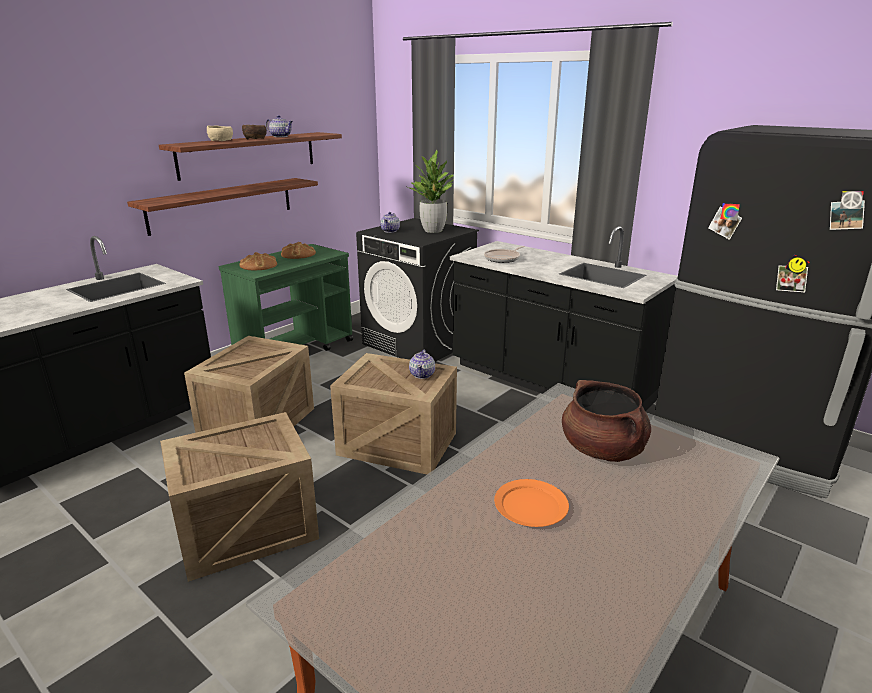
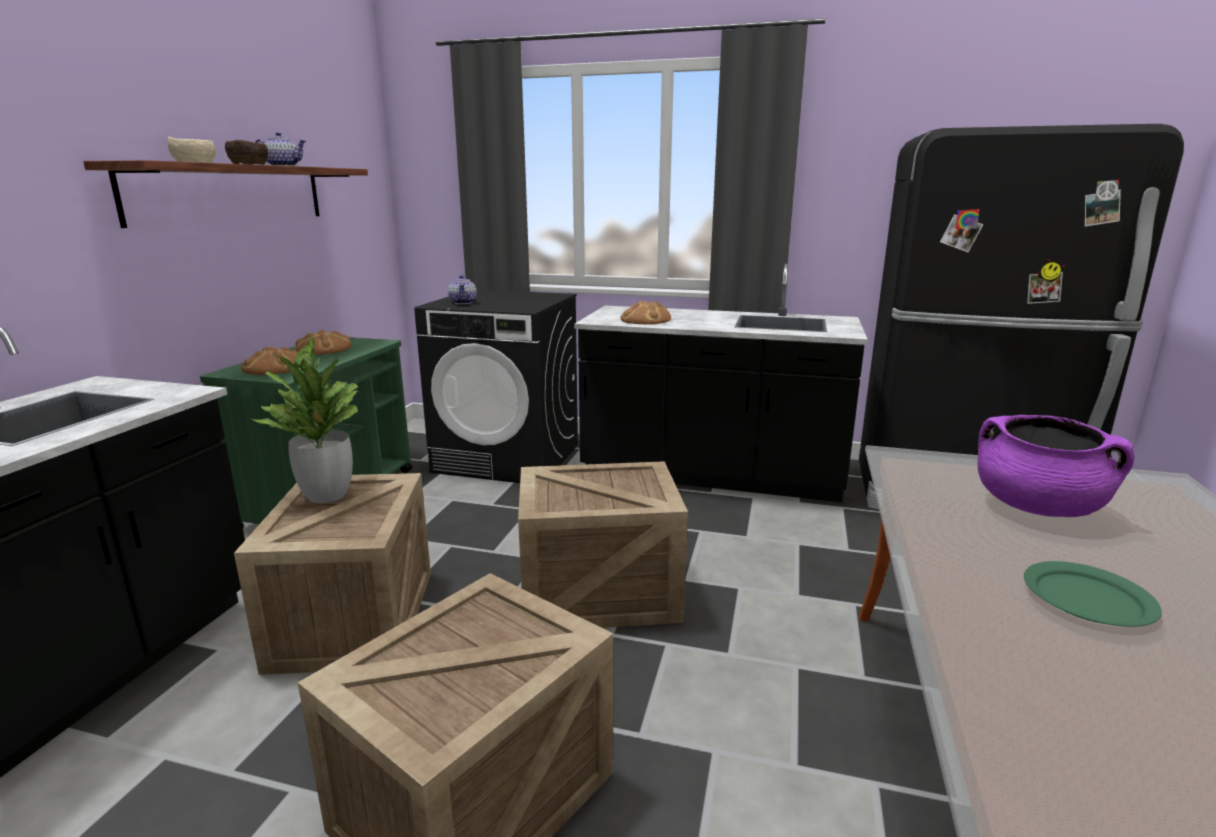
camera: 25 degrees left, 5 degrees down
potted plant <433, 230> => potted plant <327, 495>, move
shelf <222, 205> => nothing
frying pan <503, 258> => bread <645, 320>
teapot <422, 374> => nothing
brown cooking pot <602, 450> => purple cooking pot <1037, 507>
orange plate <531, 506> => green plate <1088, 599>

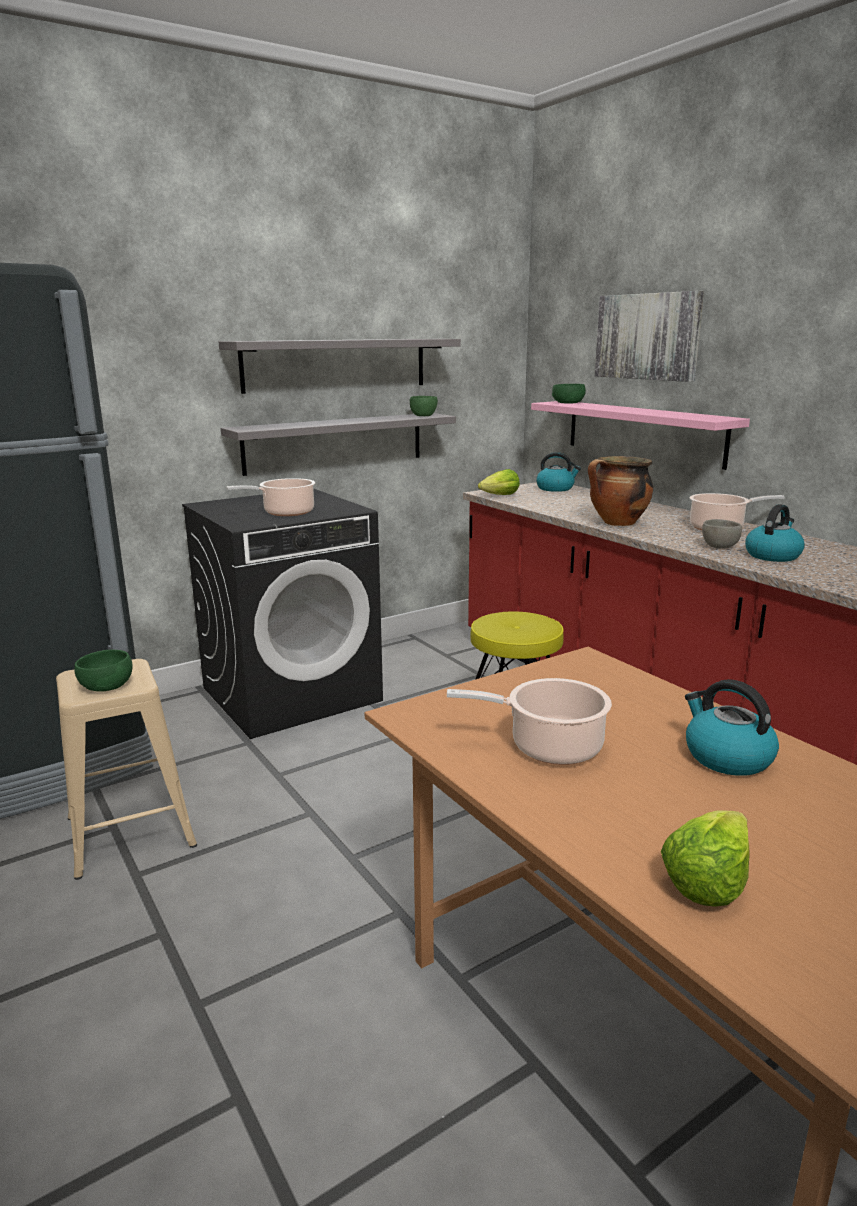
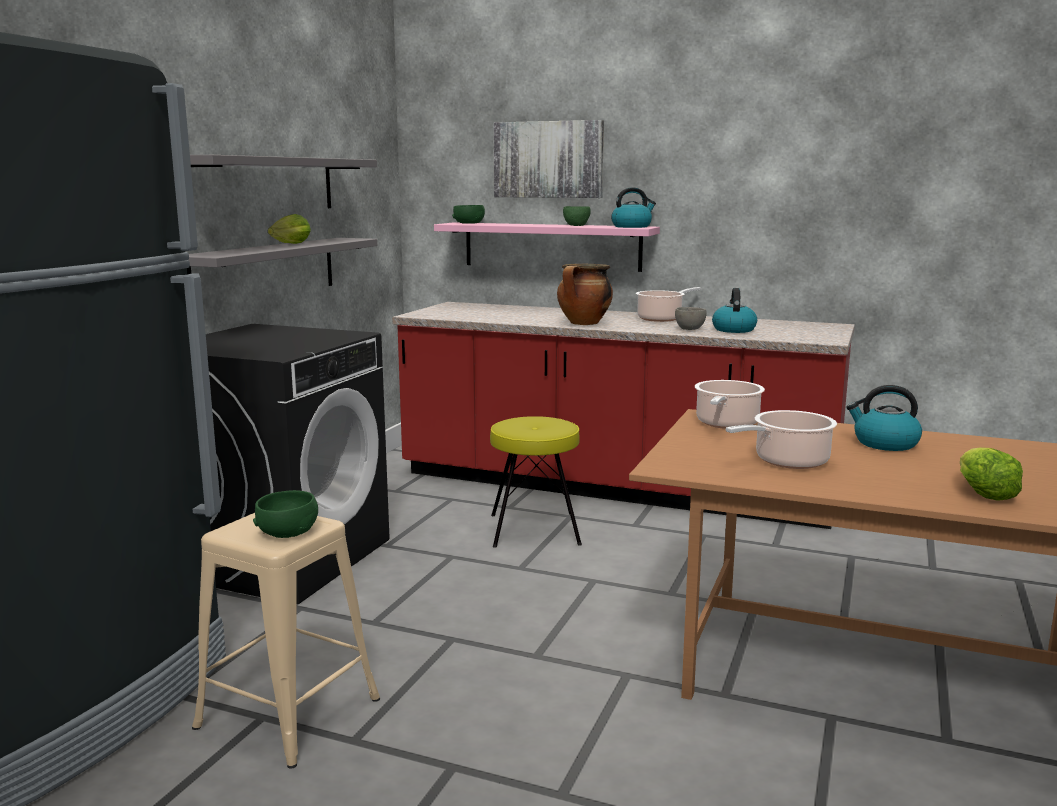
camera: 35 degrees left, 5 degrees down
green bowl <422, 415> => green bowl <575, 225>, move
kettle <555, 488> => kettle <632, 226>, move
lettuce <500, 496> => lettuce <291, 244>, move
cooking pot <285, 513> => cooking pot <726, 424>, move

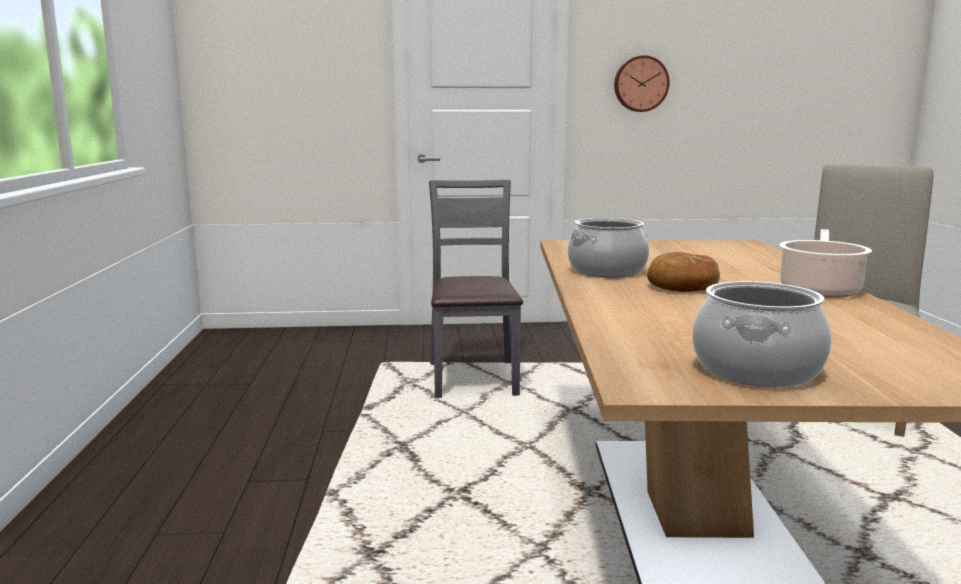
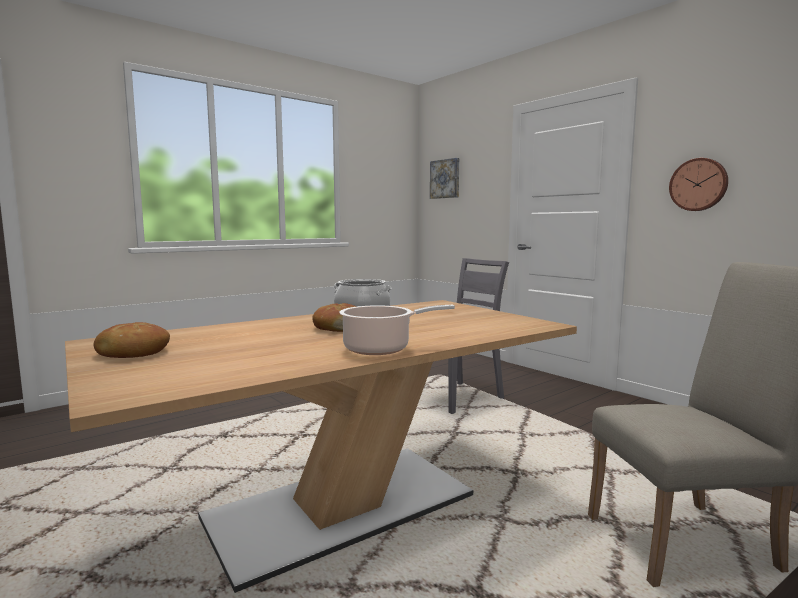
camera: 55 degrees right, 5 degrees down
cooking pot <757, 370> => bread <133, 352>
nothing => picture <445, 179>

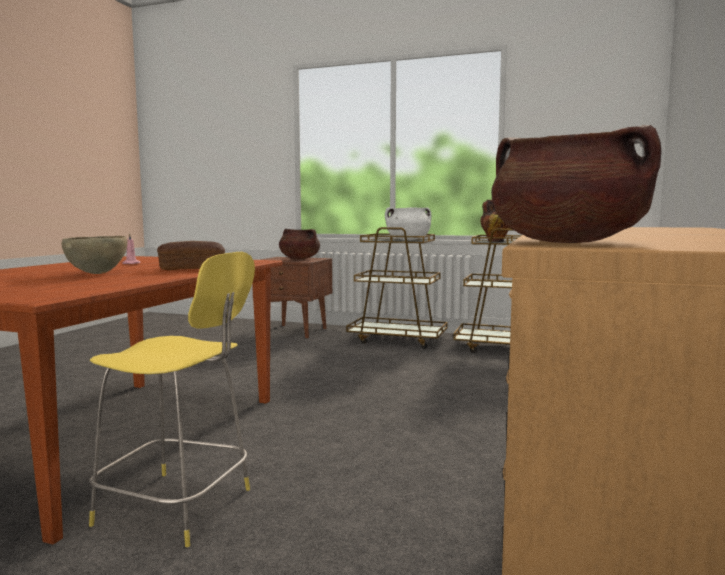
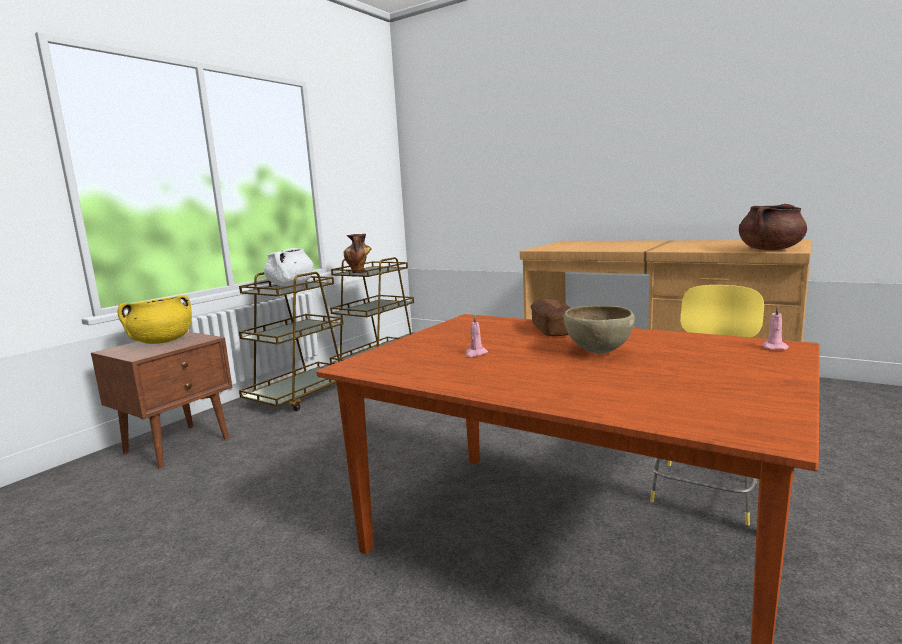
camera: 75 degrees left, 5 degrees up
brown cooking pot <299, 259> => yellow cooking pot <161, 342>
nothing => pink candle <773, 347>

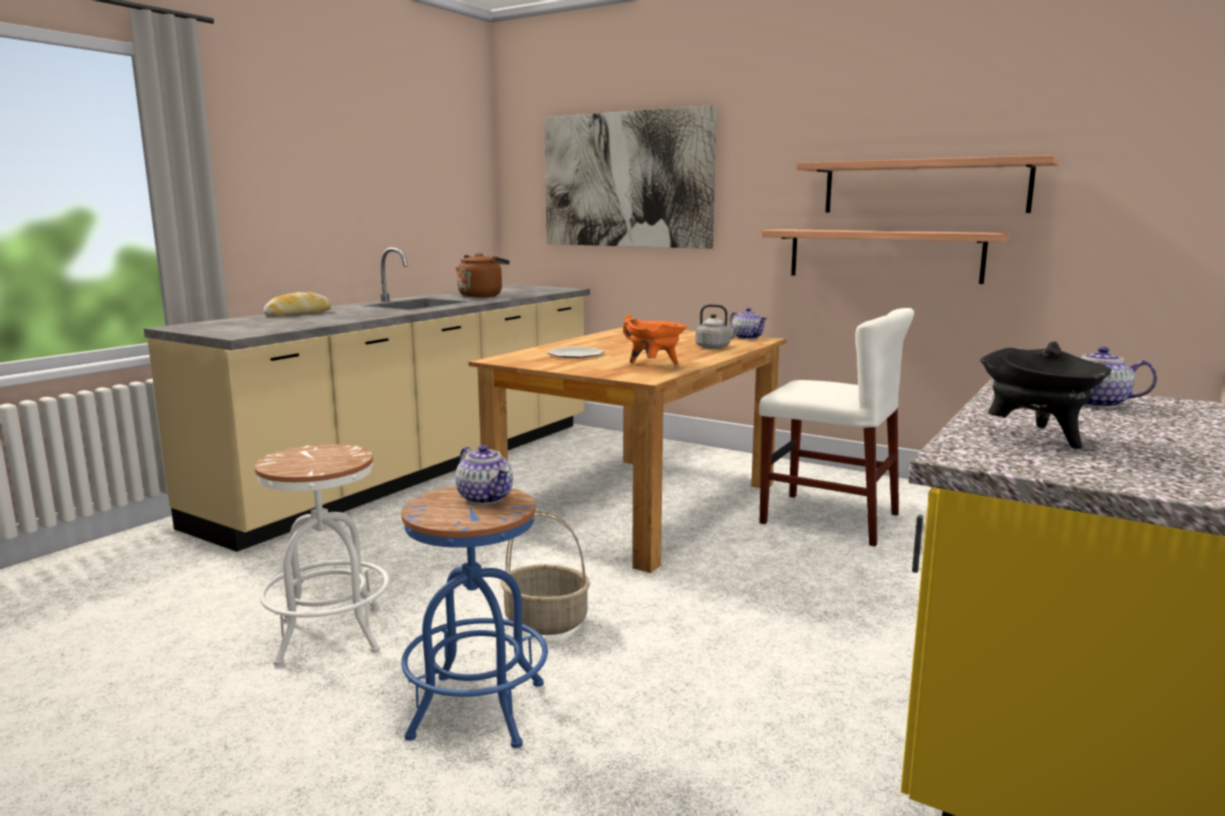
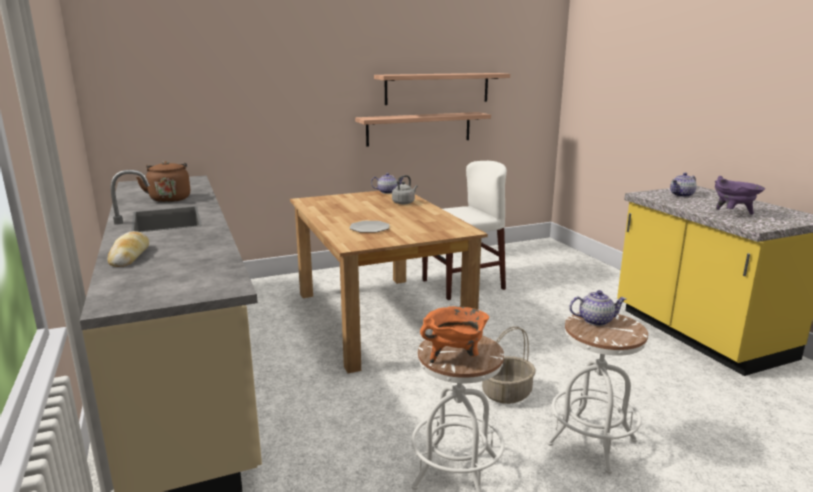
camera: 55 degrees left, 5 degrees up
picture <626, 180> => nothing
orange cooking pot <654, 365> => orange cooking pot <455, 357>, move
black cooking pot <1037, 438> => purple cooking pot <733, 213>
blue stool <478, 710> => white stool <591, 442>

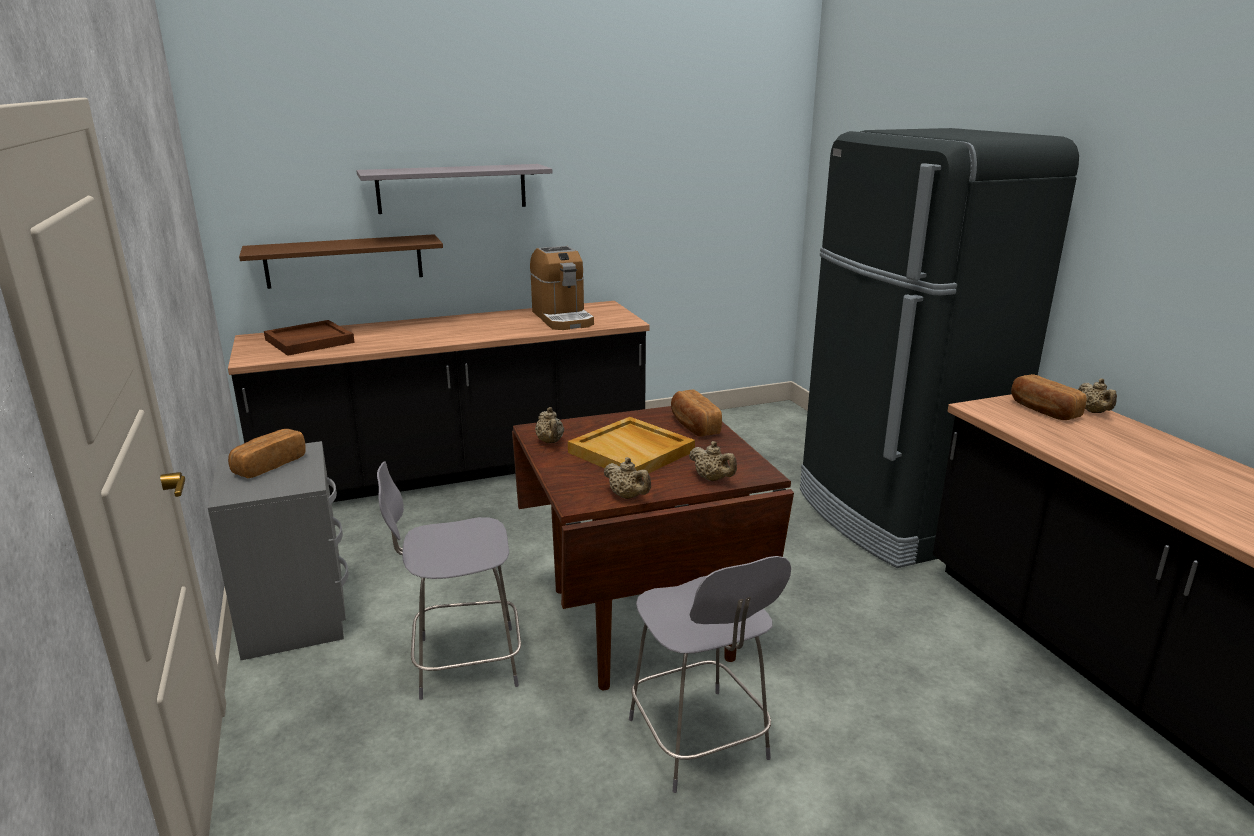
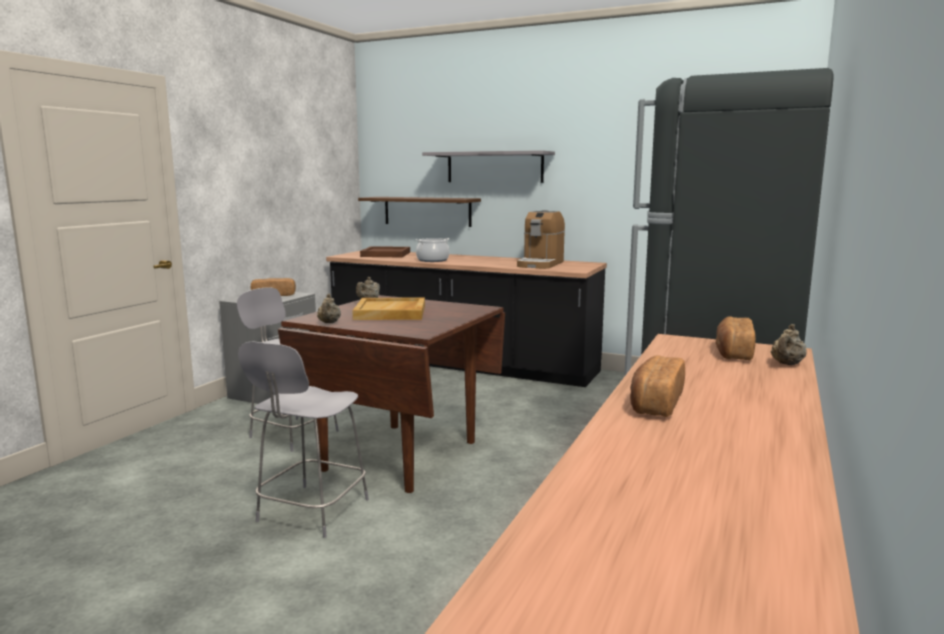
camera: 45 degrees right, 10 degrees down
bread <693, 426> => bread <655, 403>, move
beige teapot <712, 479> => nothing
nothing => cooking pot <432, 260>

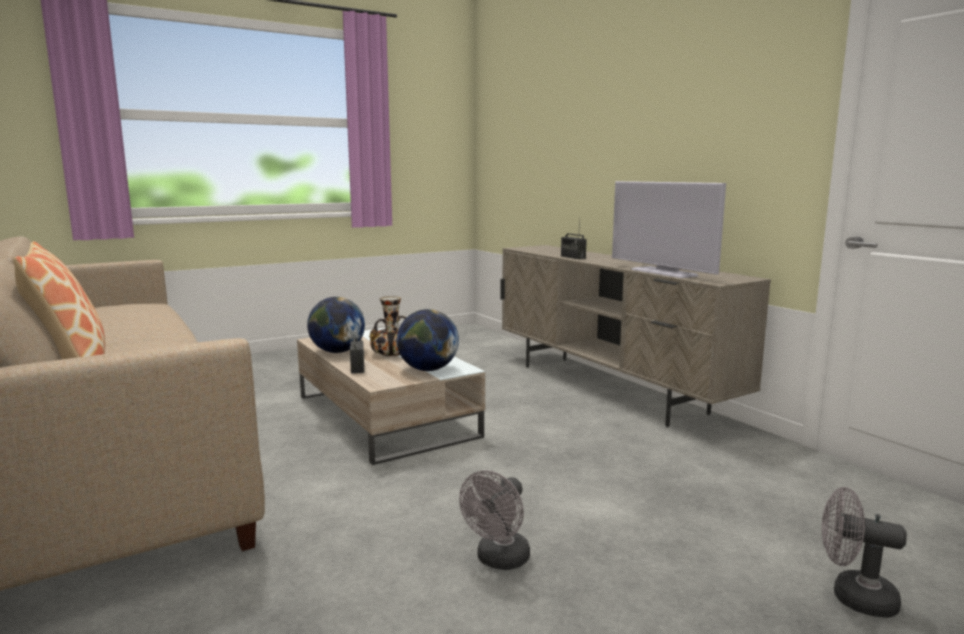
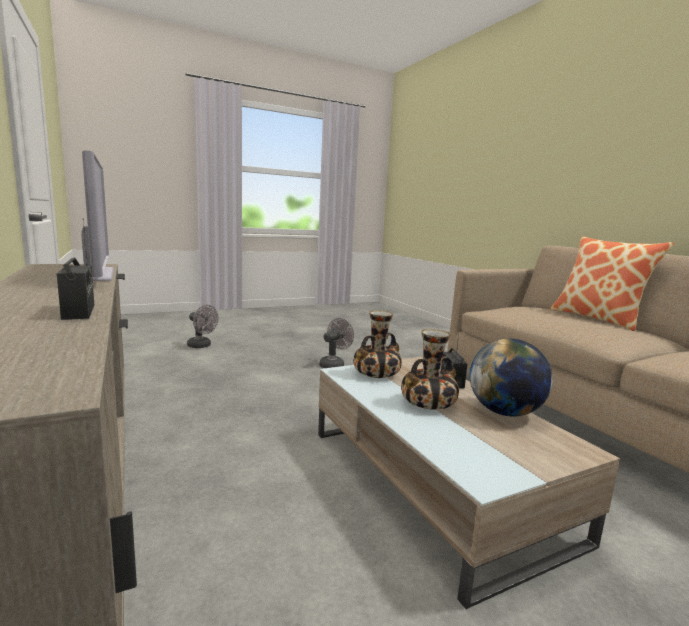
camera: 175 degrees left, 0 degrees up
globe <428, 369> => vase <377, 373>

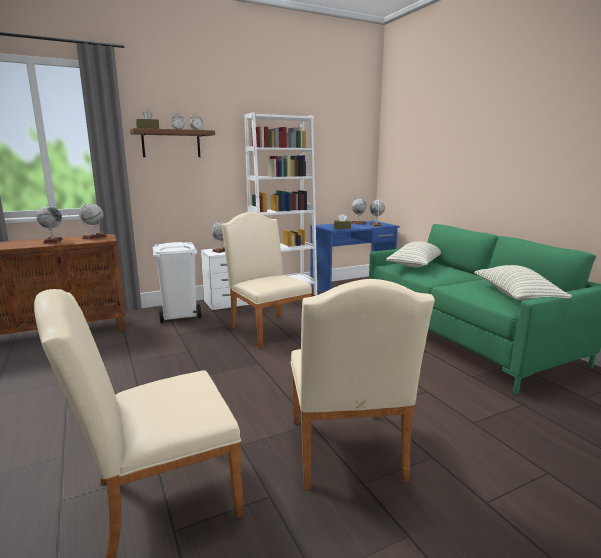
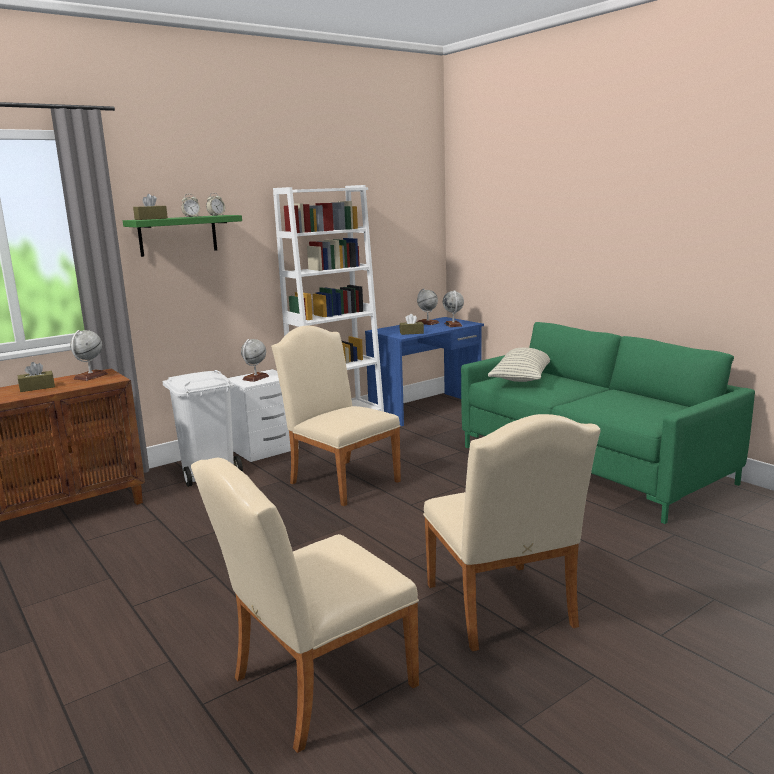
camera: 10 degrees left, 0 degrees up
brown shelf <171, 144> => green shelf <178, 235>
globe <53, 241> => brown tissue box <37, 387>
pillow <516, 296> => nothing

